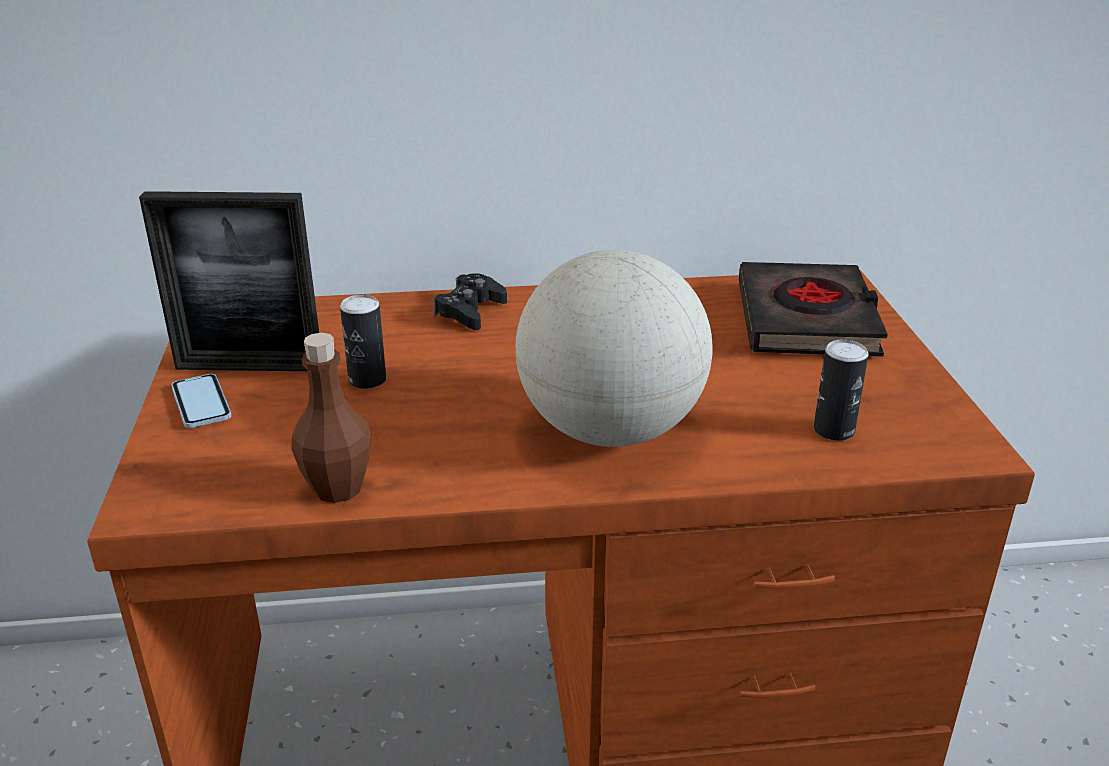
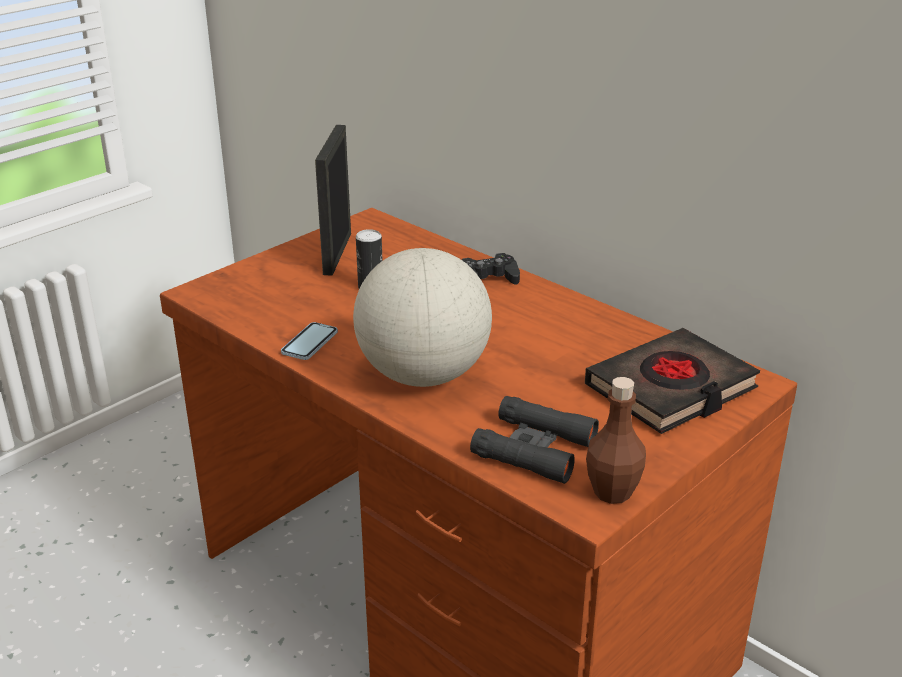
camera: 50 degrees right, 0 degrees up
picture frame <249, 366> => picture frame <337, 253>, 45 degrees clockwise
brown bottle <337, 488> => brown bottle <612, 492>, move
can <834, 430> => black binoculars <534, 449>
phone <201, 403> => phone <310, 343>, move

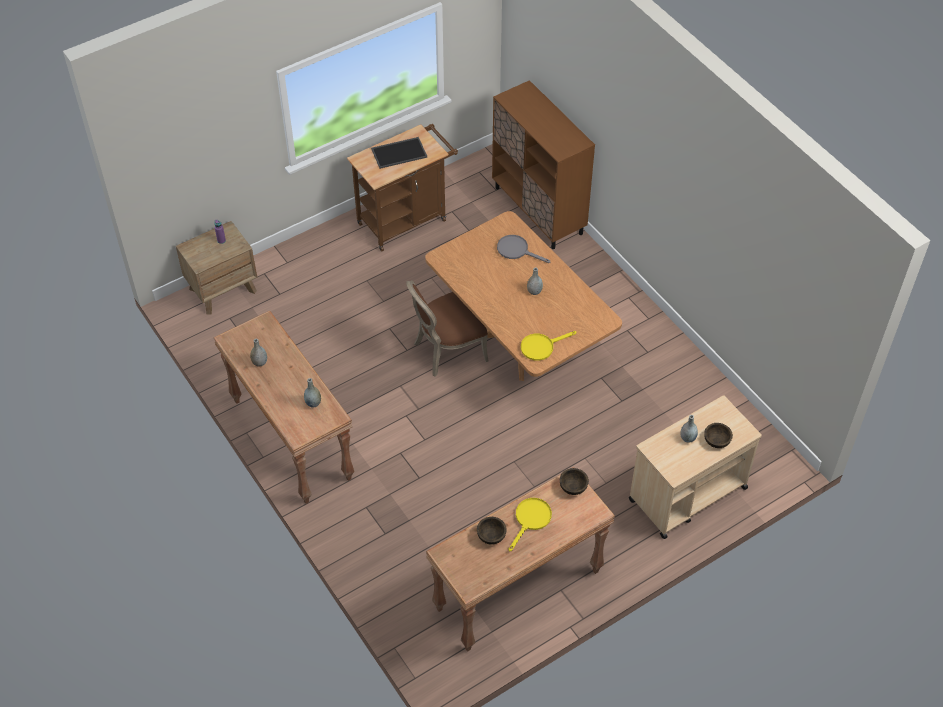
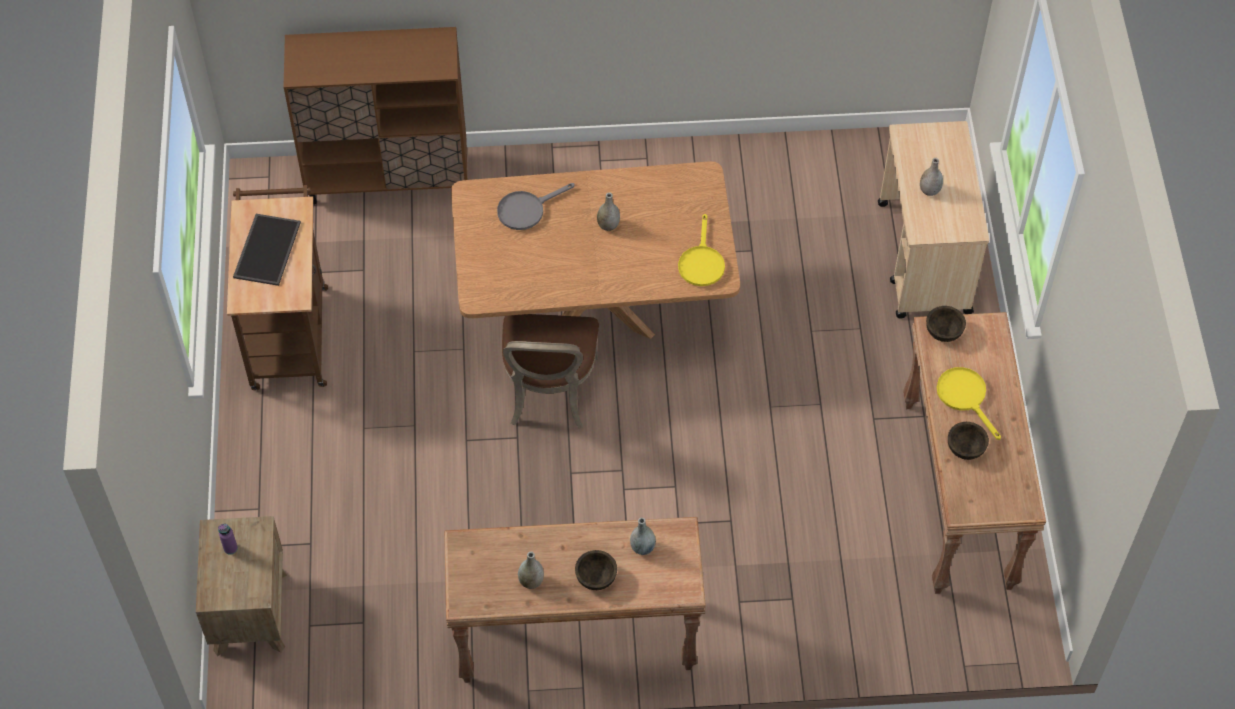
camera: 60 degrees left, 5 degrees up
brown bowl <717, 441> => brown bowl <596, 577>, move

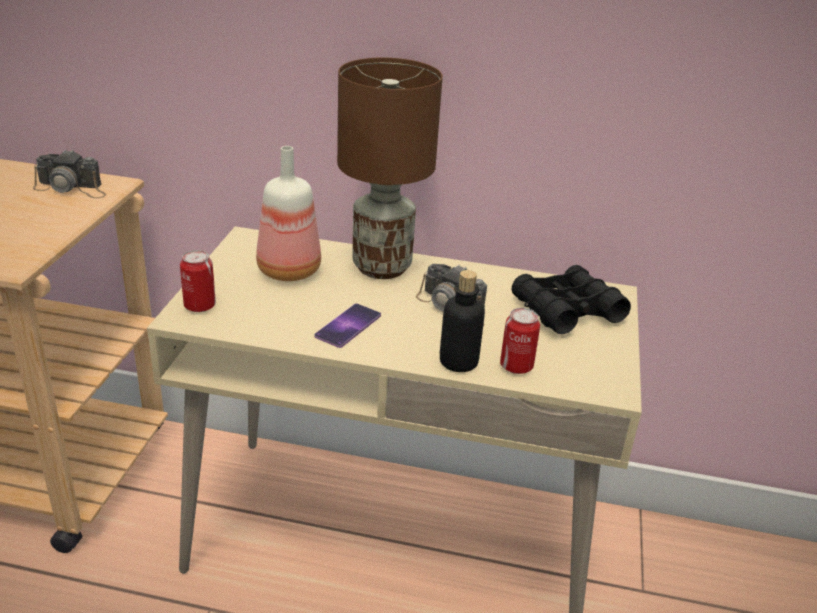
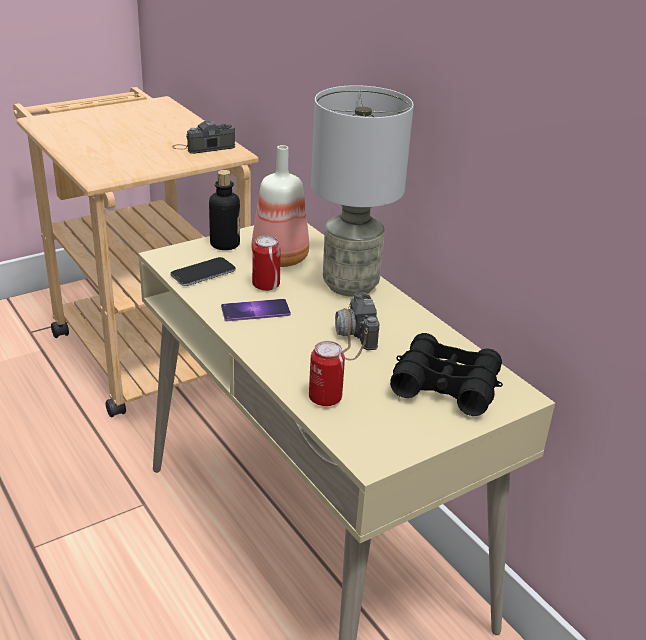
camera: 45 degrees right, 0 degrees up
brown table lamp <380, 267> => grey table lamp <349, 284>
photo camera <72, 188> => photo camera <204, 146>, 105 degrees clockwise
can <200, 306> => can <266, 285>, move
bottle <458, 362> => bottle <225, 244>, move
nothing => phone <203, 273>

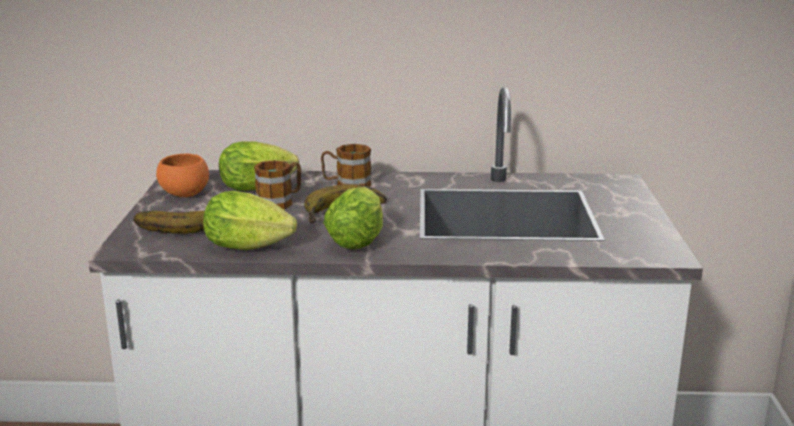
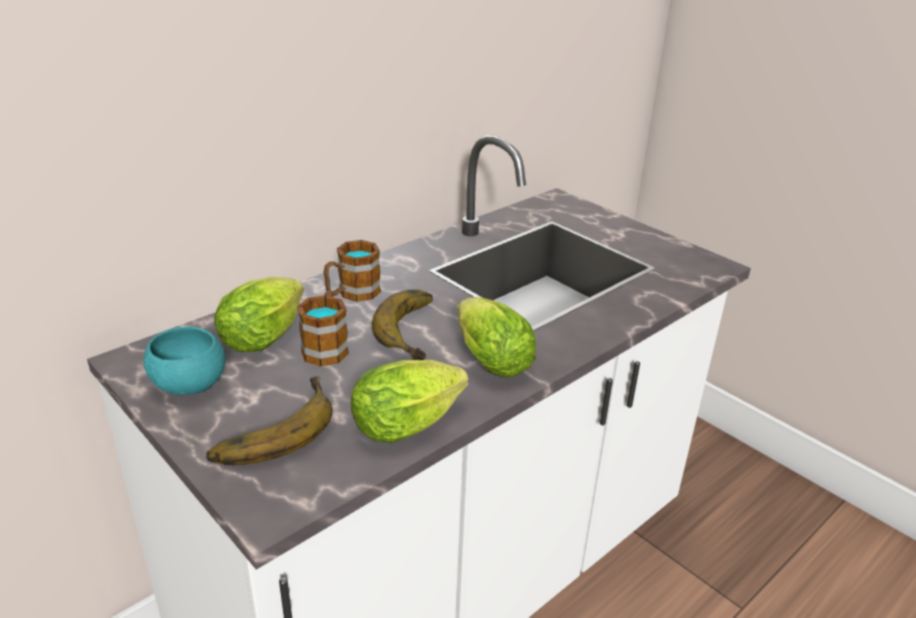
camera: 45 degrees left, 10 degrees up
orange bowl <184, 194> => turquoise bowl <190, 386>

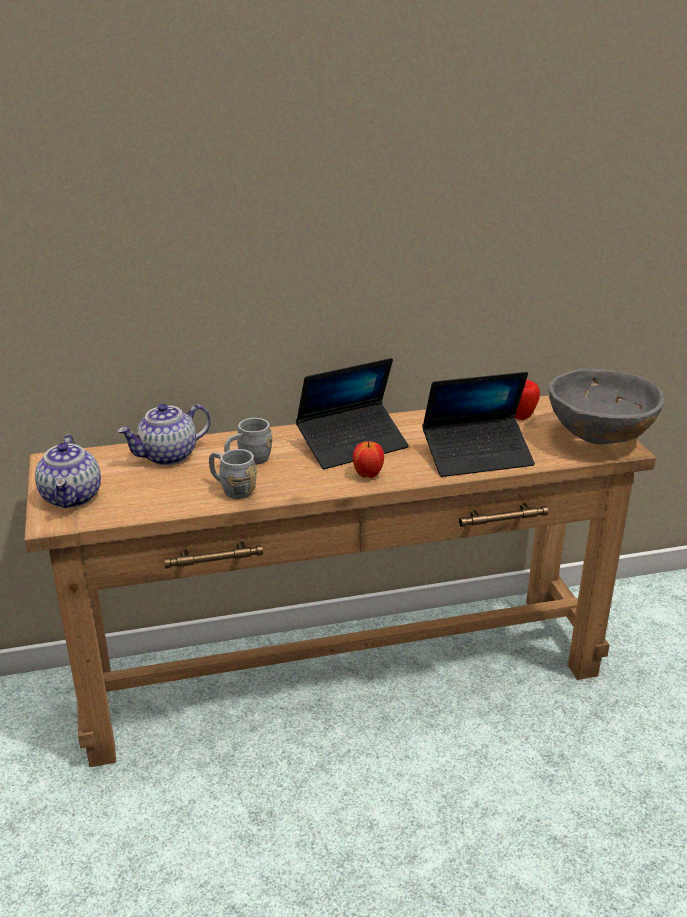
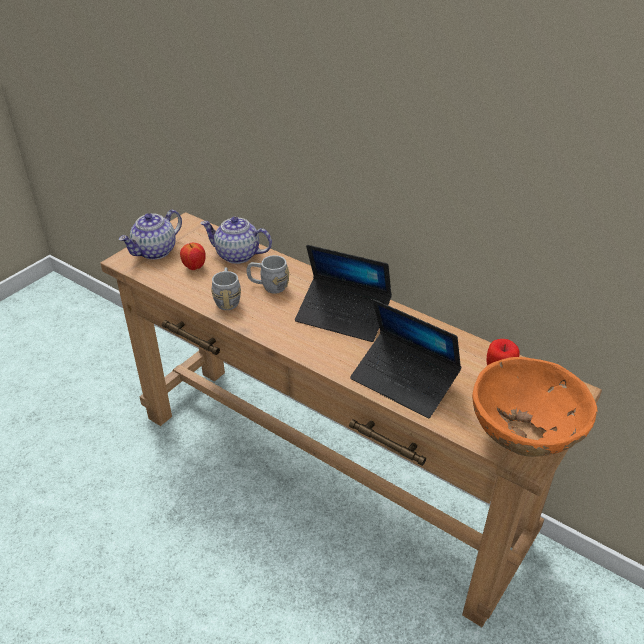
camera: 50 degrees right, 10 degrees up
grey bowl <599, 439> => orange bowl <523, 436>
apple <368, 475> => apple <194, 267>, move

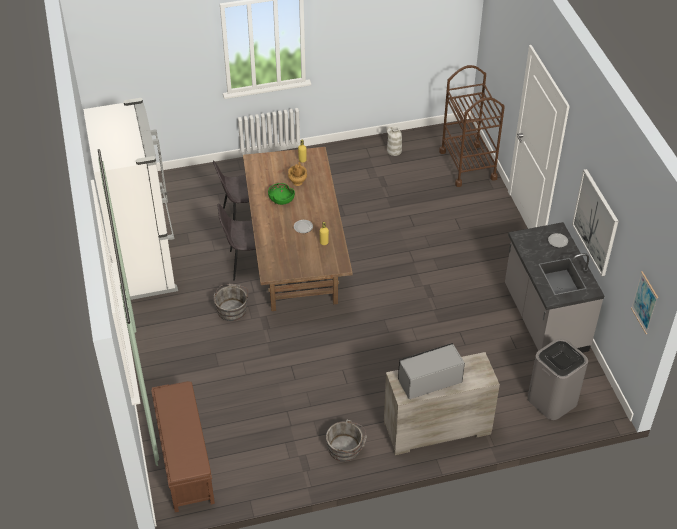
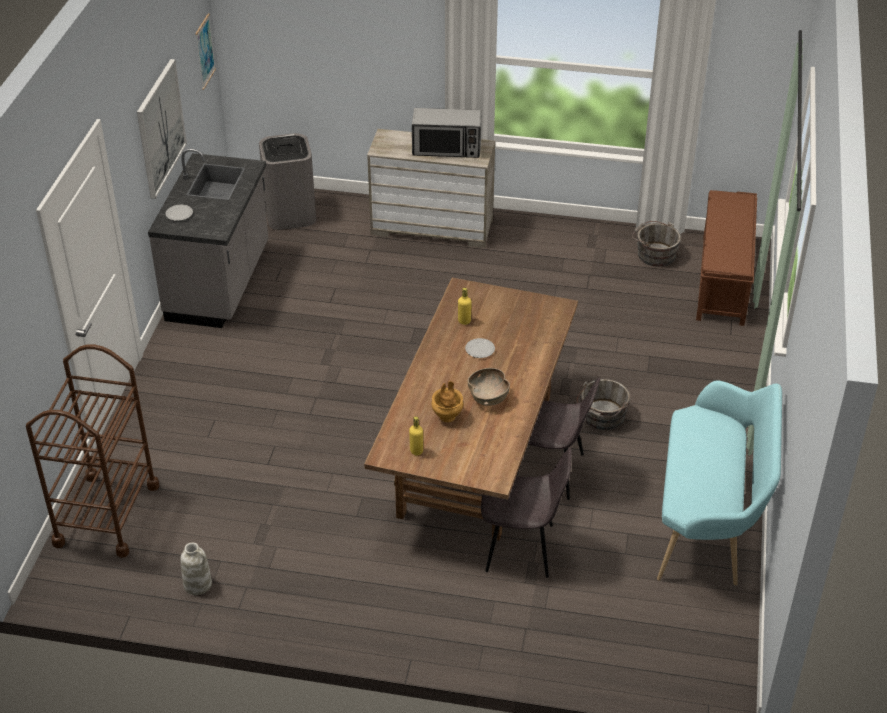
camera: 155 degrees left, 5 degrees down
white fridge <145, 264> => turquoise bench <709, 521>
green bowl <281, 200> => brown bowl <488, 397>
grey bucket <346, 448> => grey bucket <654, 254>, move

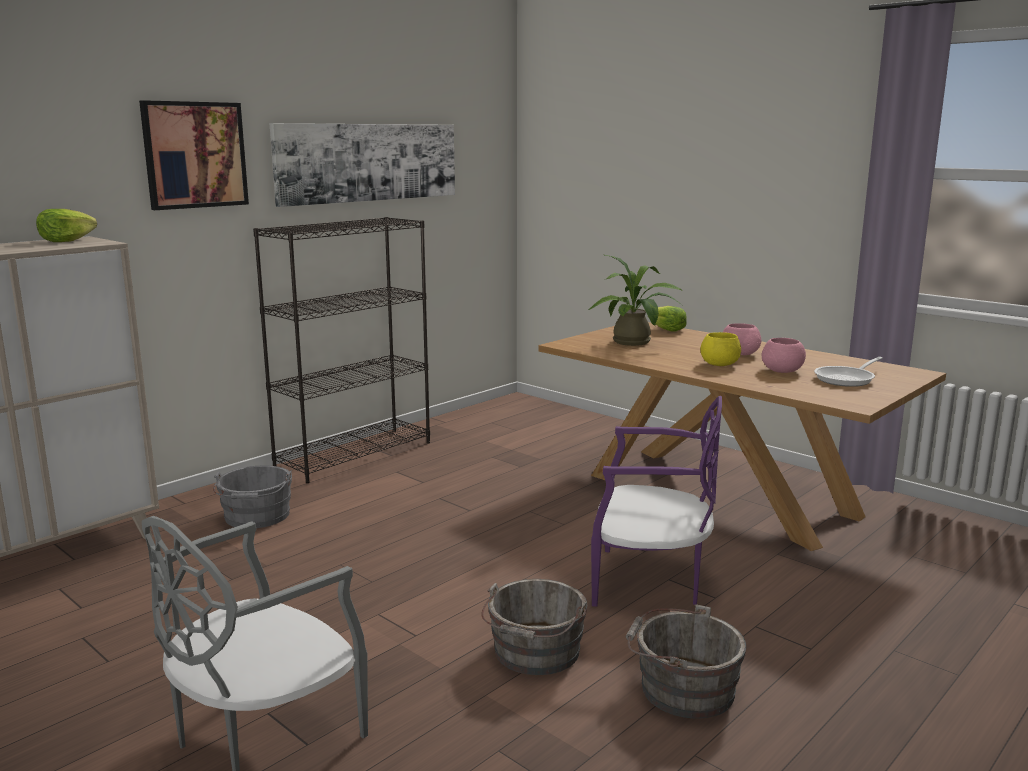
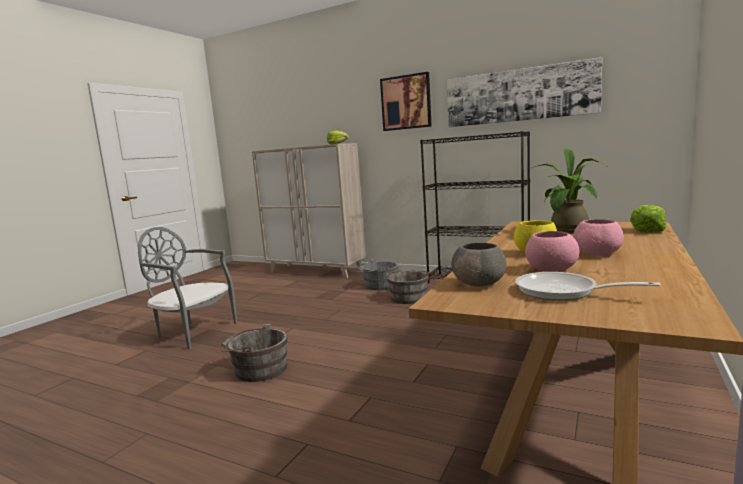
camera: 75 degrees right, 5 degrees down
purple chair <650, 582> => nothing
grey bucket <681, 688> => grey bucket <409, 297>, move
nothing => grey bowl <480, 283>

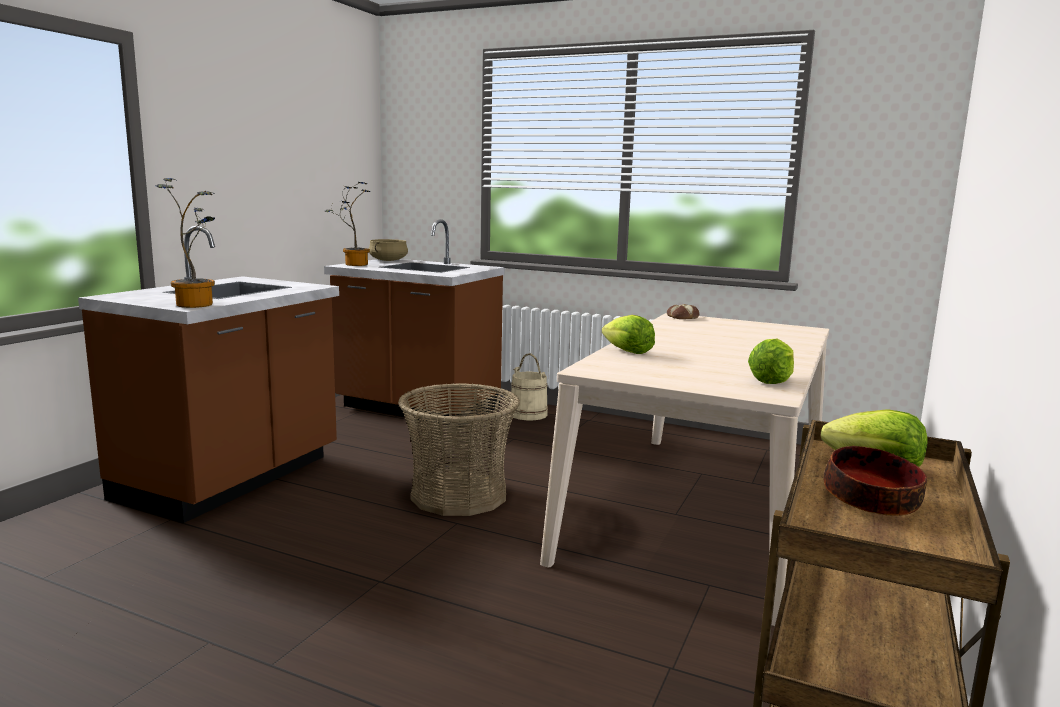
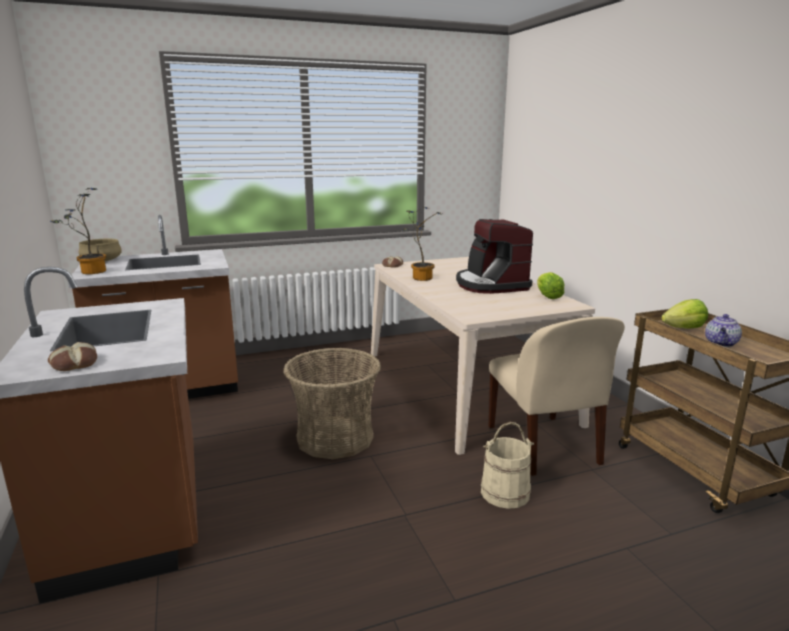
camera: 45 degrees left, 5 degrees up
potted plant <197, 304> => potted plant <420, 277>, move
lettuce <627, 351> => nothing
beige bucket <528, 414> => beige bucket <505, 492>, move
bowl <870, 501> => teapot <721, 343>
nothing => coffee machine <490, 285>
nothing => beige chair <544, 446>
nothing => bread <74, 363>

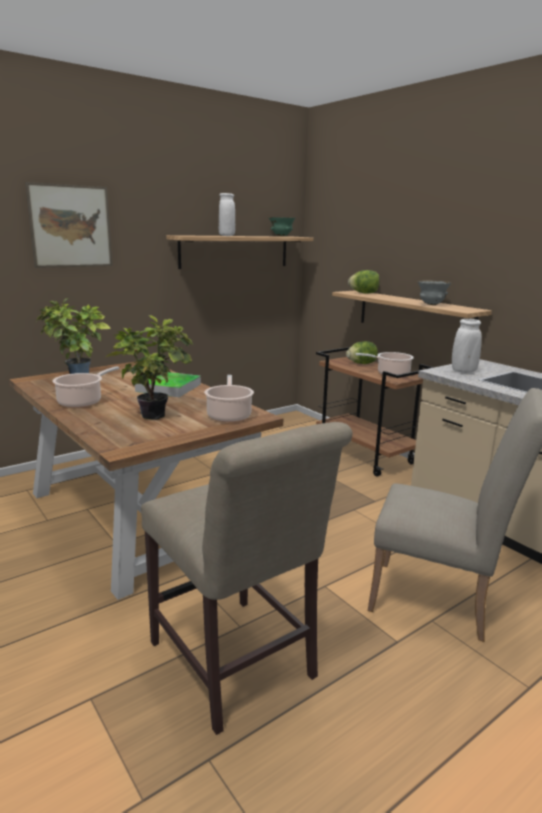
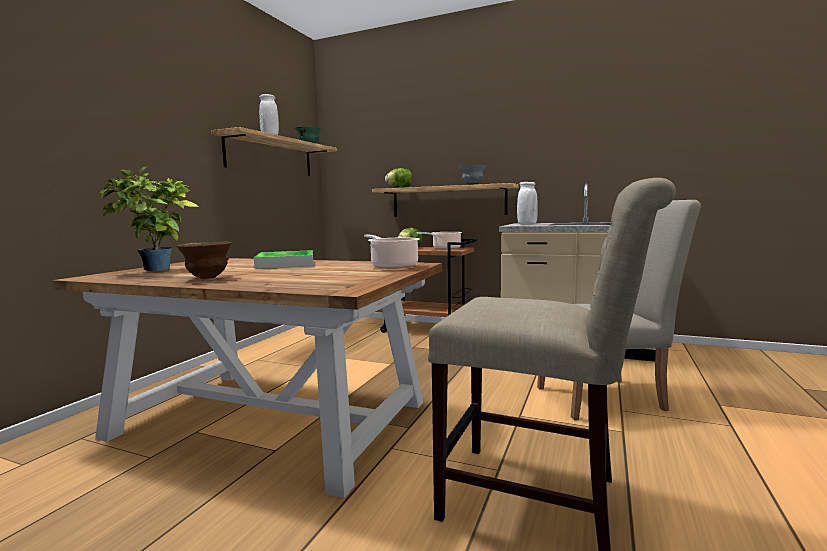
camera: 30 degrees left, 10 degrees down
picture <71, 226> => nothing
potted plant <155, 414> => nothing
cooking pot <82, 402> => brown bowl <208, 278>

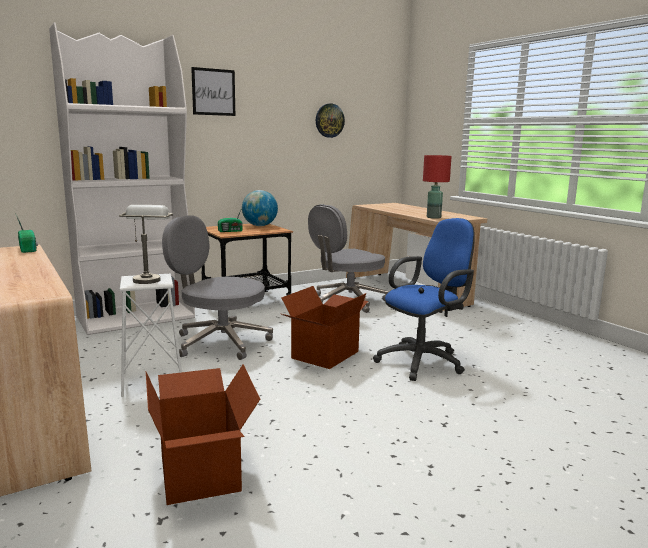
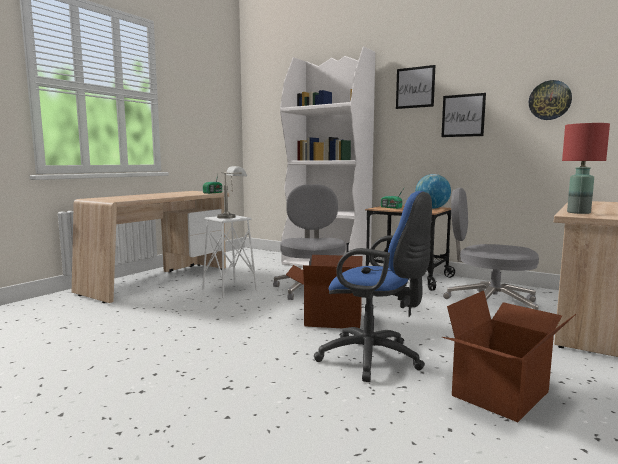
camera: 65 degrees right, 5 degrees down
cardboard box <202, 472> => cardboard box <502, 394>, move
nothing => picture <463, 115>

